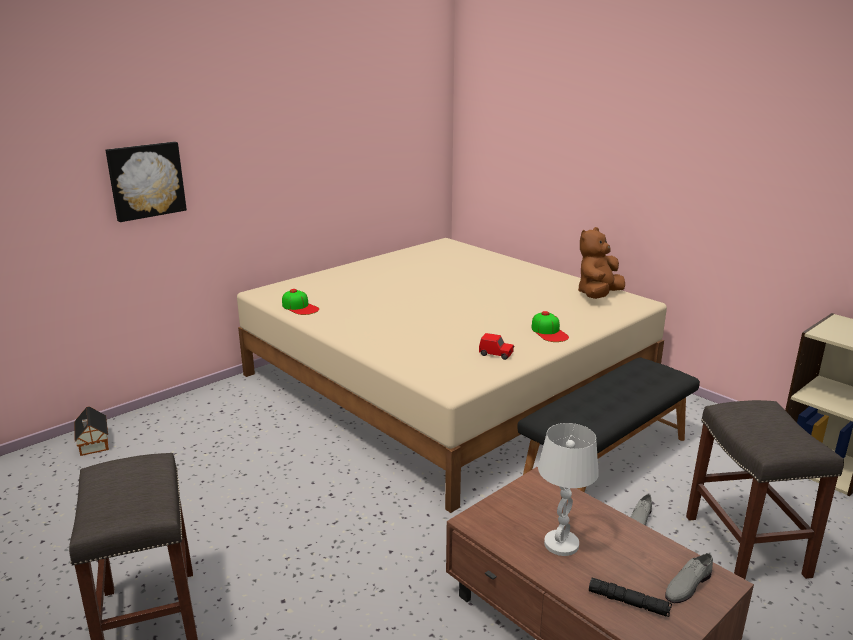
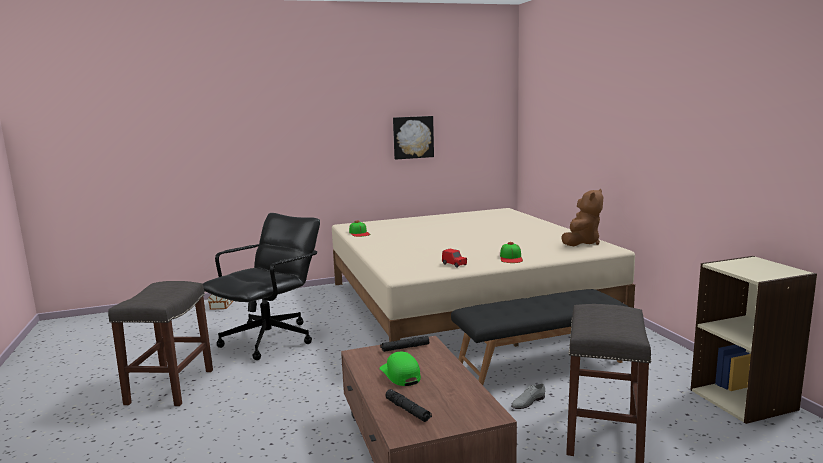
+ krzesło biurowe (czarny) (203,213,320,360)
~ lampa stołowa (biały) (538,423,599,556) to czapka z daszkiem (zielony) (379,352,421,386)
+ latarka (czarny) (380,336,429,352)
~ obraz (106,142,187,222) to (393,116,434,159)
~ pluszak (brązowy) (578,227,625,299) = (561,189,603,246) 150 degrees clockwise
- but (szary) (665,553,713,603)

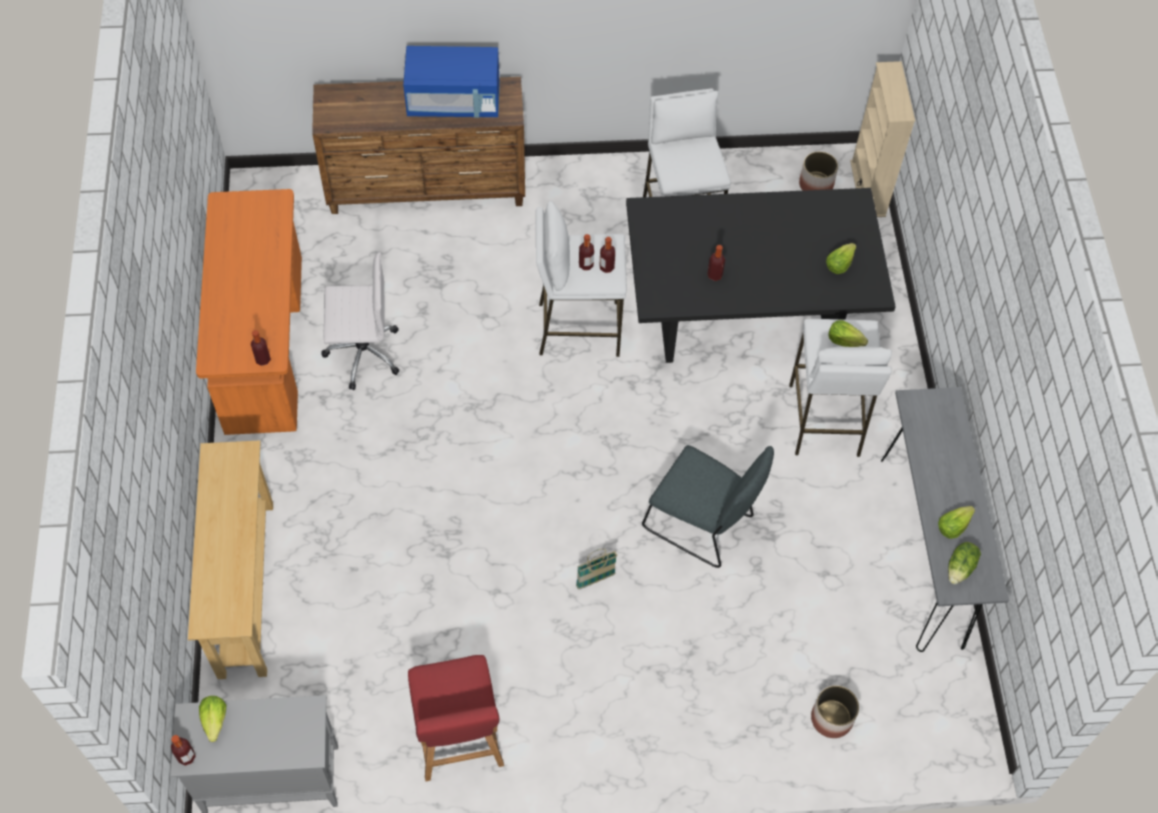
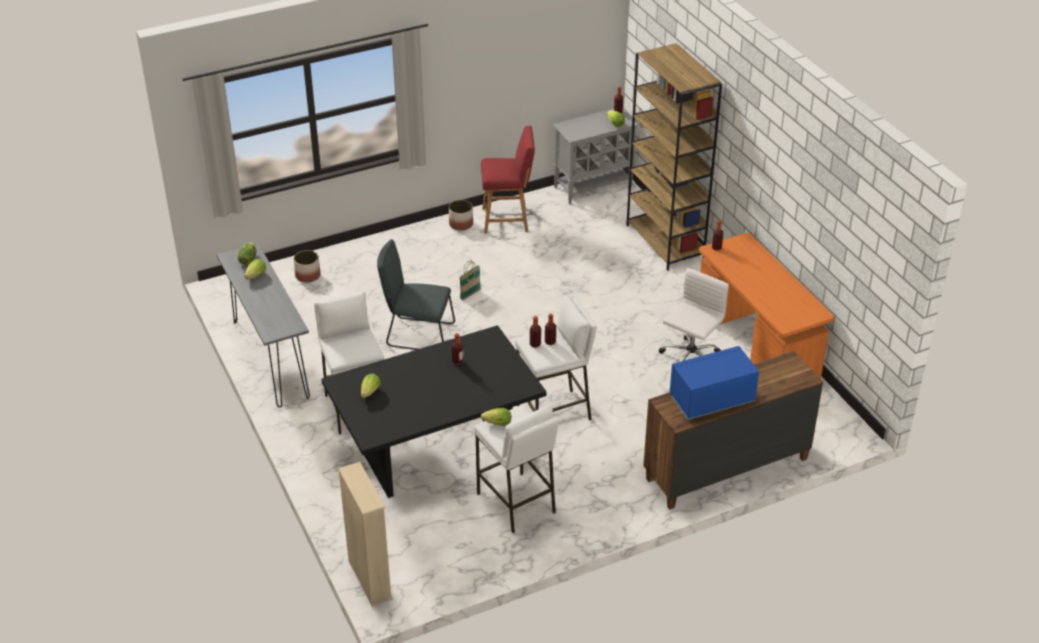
~ donica (799,151,838,191) to (449,200,473,231)
~ krzesło (czerwony) (408,655,504,781) = (481,126,535,234) 120 degrees clockwise
~ sałata (828,320,868,347) to (481,408,511,426)
~ stolik konsolowy (beżowy) (188,440,273,679) to regał (brązowy) (626,43,722,270)
~ krzesło biurowe (biały) (322,252,399,390) = (659,268,729,362) 150 degrees clockwise

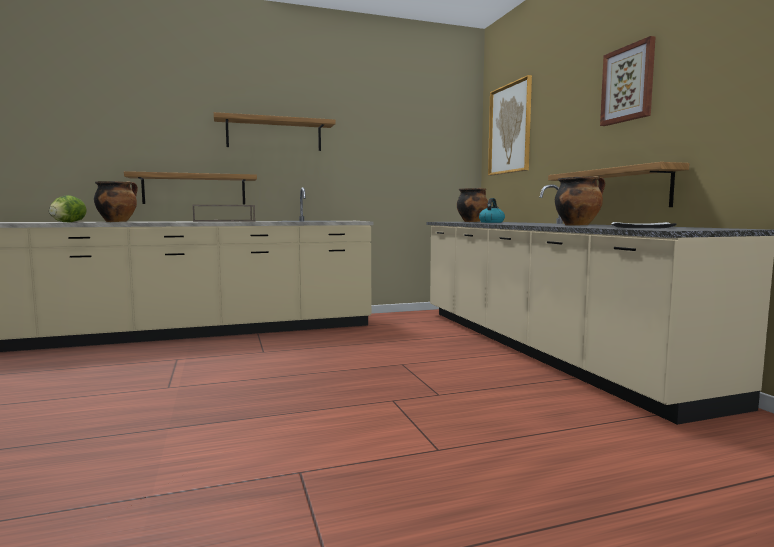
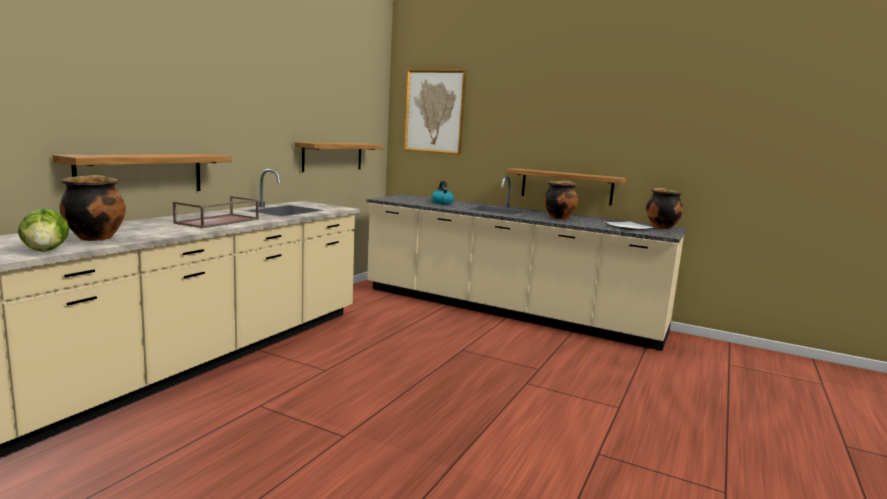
~ półka (214,112,336,151) to (294,142,384,172)
~ garnek (457,188,488,222) to (646,188,684,229)
- obraz (600,36,655,126)

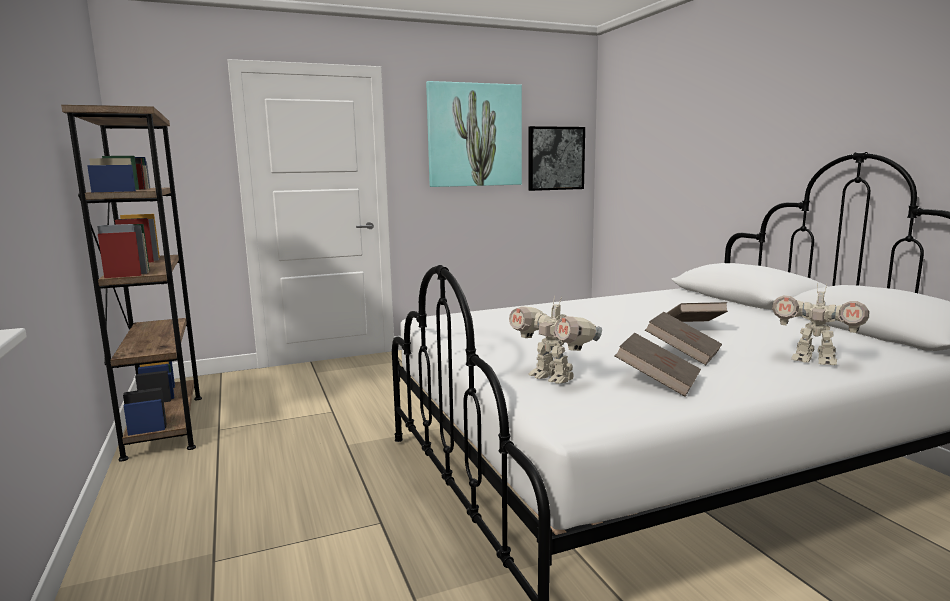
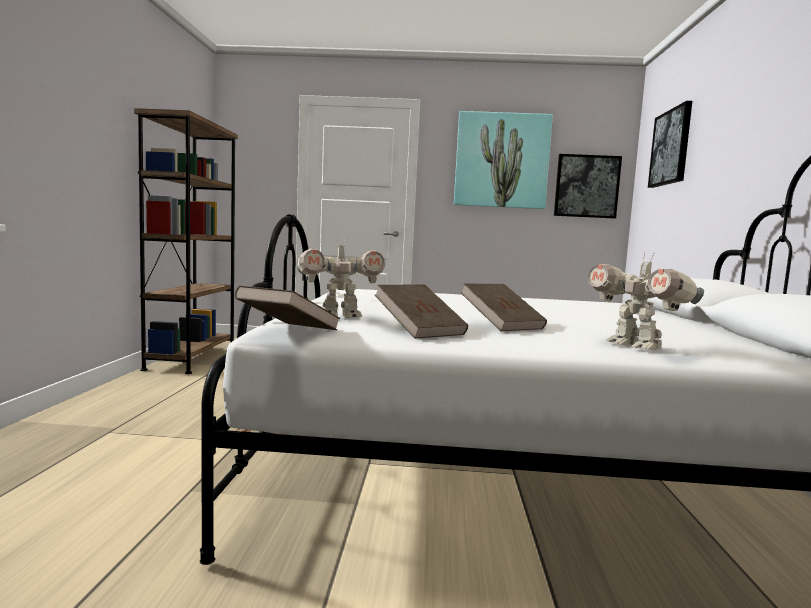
~ książka (brązowy) (667,302,728,322) to (235,285,340,330)
~ robot zabawkowy (509,296,602,384) = (297,237,385,318) 90 degrees counterclockwise
+ obraz (648,101,692,188)

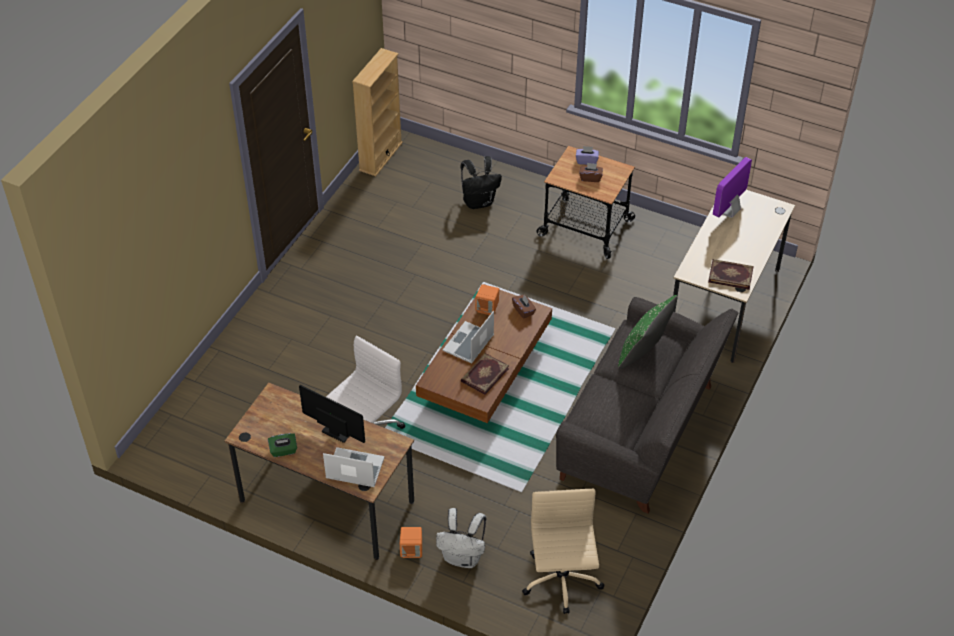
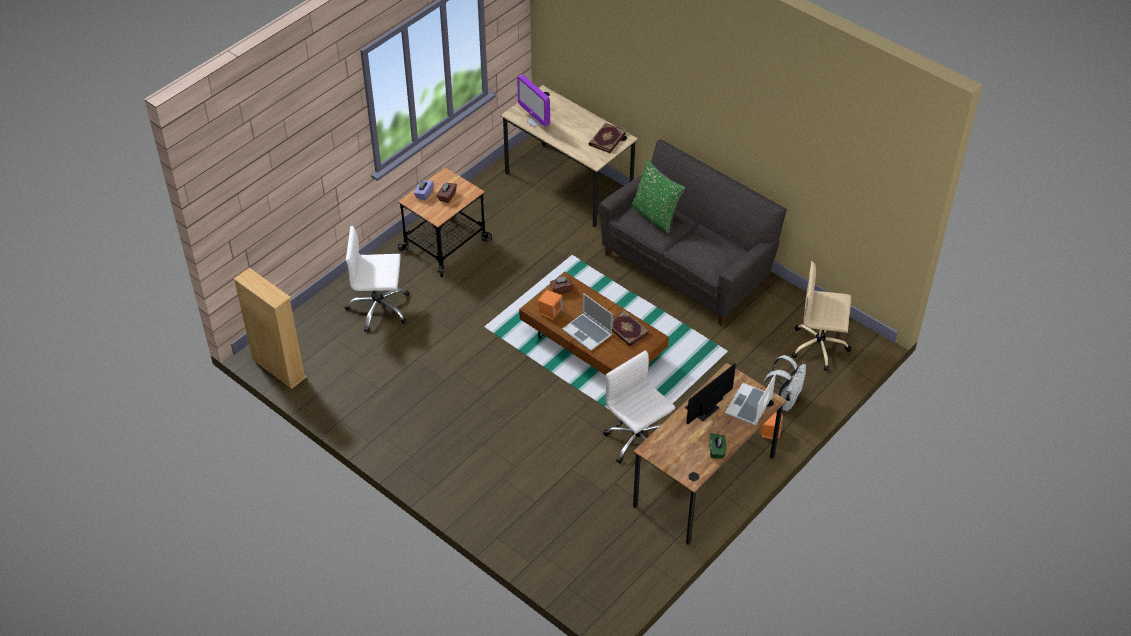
~ plecak (czarny) (460,156,502,209) to krzesło biurowe (biały) (345,226,409,332)

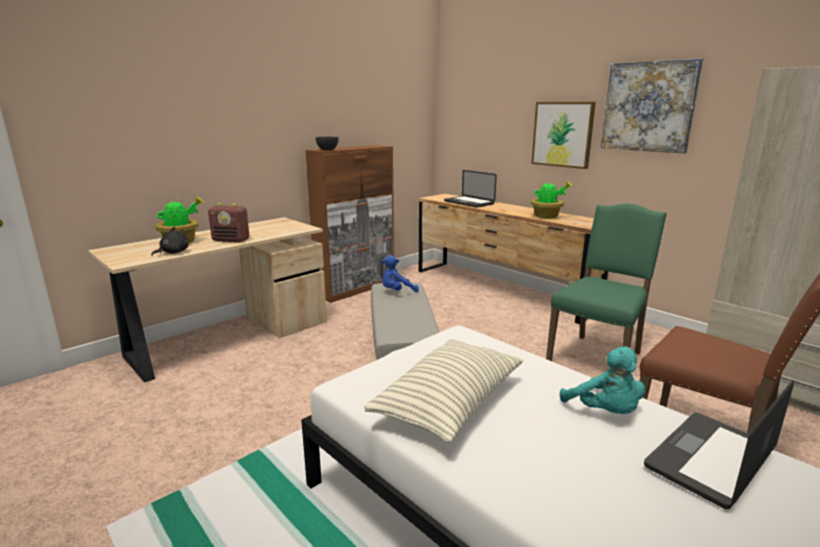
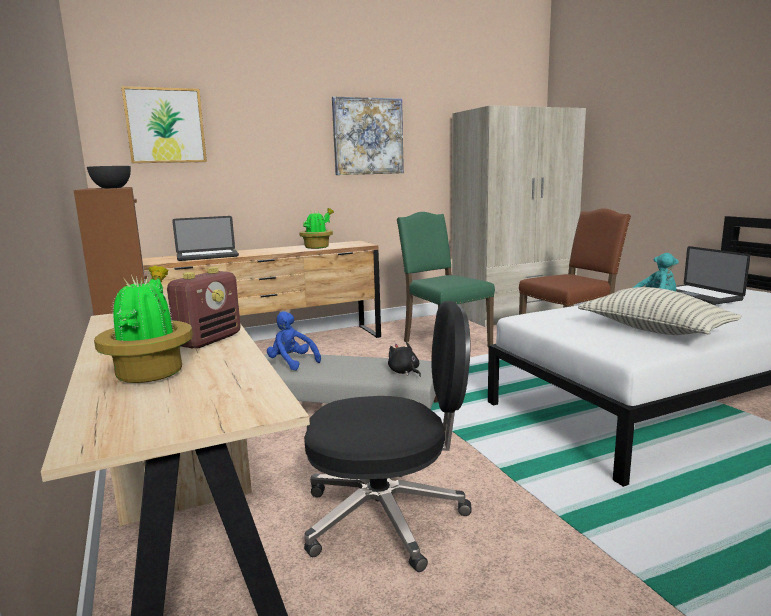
~ obraz (531,102,596,169) to (121,86,207,163)
~ pluszak (niebieski) (382,255,419,292) = (267,311,321,370) 135 degrees clockwise
+ krzesło biurowe (czarny) (304,301,472,572)
~ pluszak (czarny) (151,227,189,256) to (388,342,421,377)

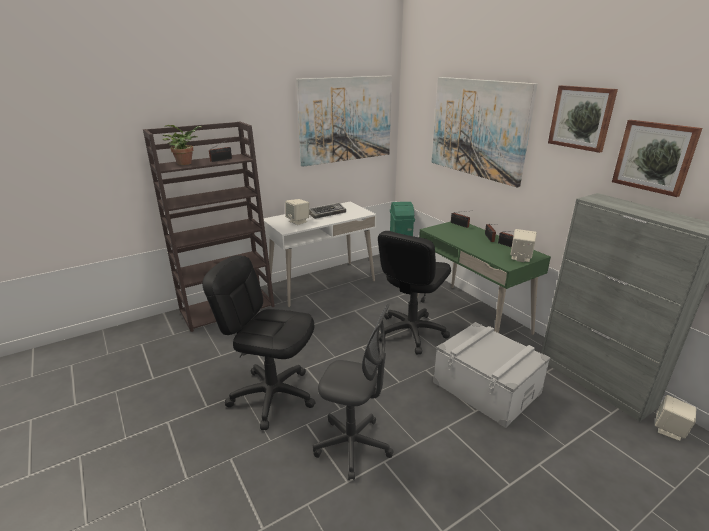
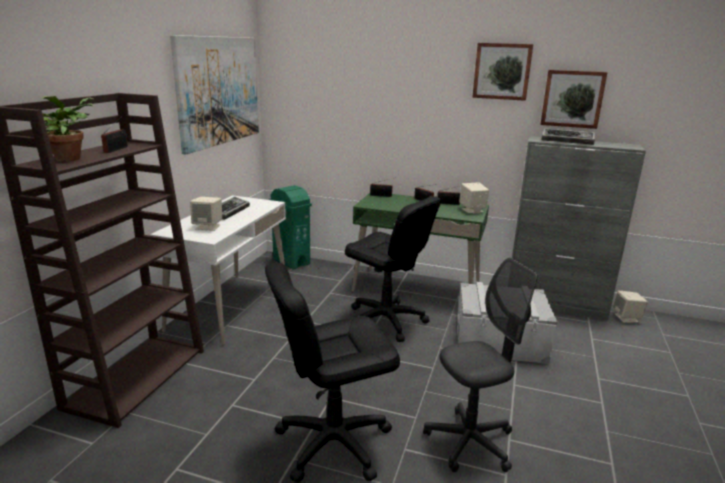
~ krzesło biurowe (czarny) (378,231,451,354) = (345,196,441,342) 45 degrees counterclockwise
+ klawiatura (541,128,595,145)
- obraz (431,77,537,188)

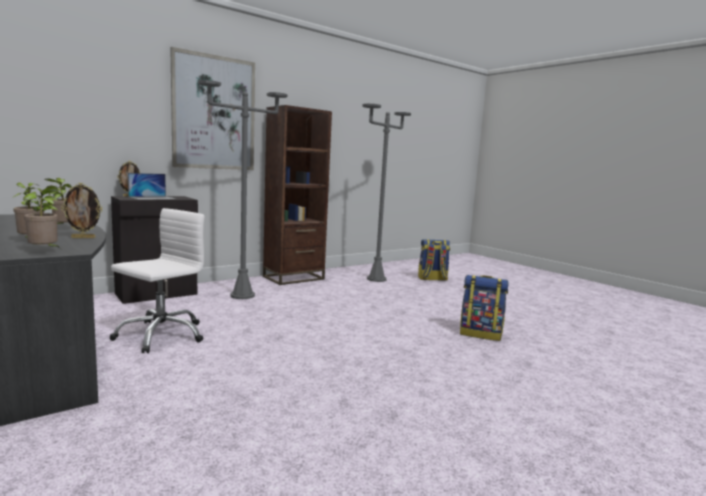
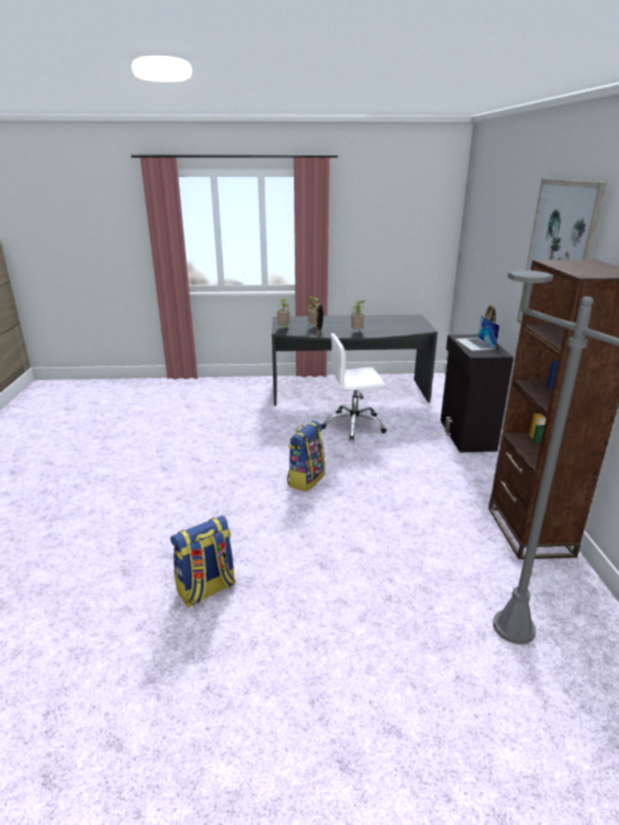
~ plecak (418,239,450,281) to (287,421,325,492)
~ krzesło biurowe (biały) (110,208,205,353) = (321,333,387,441) 105 degrees clockwise
- lampa stojąca (szary) (198,80,288,299)

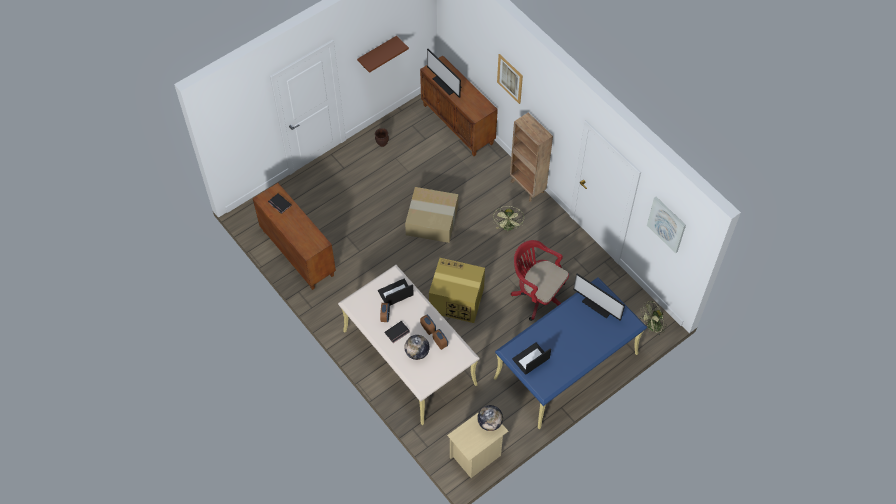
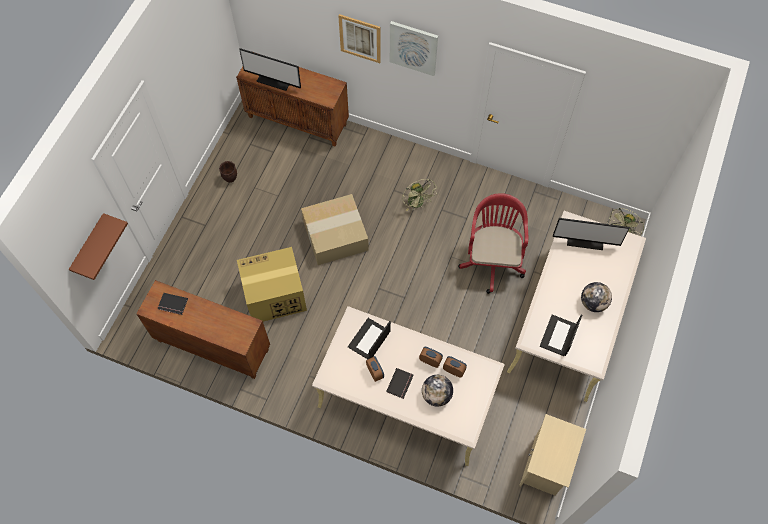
~ półka (brązowy) (357,36,409,73) to (69,213,128,280)
~ karton (429,258,485,323) to (237,247,307,322)
~ obraz (647,197,686,253) to (390,21,438,76)
~ krzesło biurowe (czerwony) (511,240,569,321) = (458,193,528,294) 90 degrees clockwise
~ biurko (niebieski) (494,277,647,429) to biurko (beżowy) (507,211,646,402)
~ globus (477,405,503,431) to (581,282,612,312)
- regał (brązowy) (510,112,553,202)

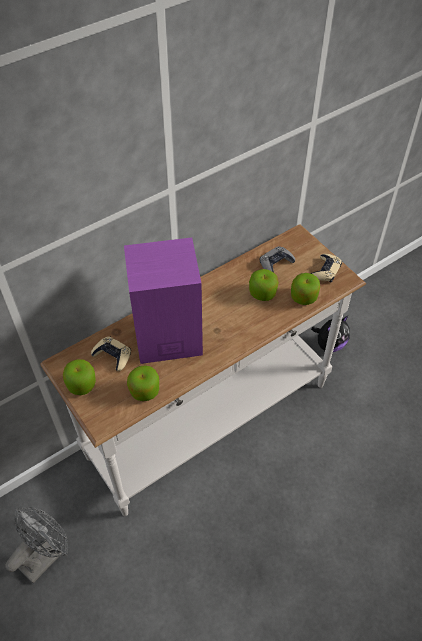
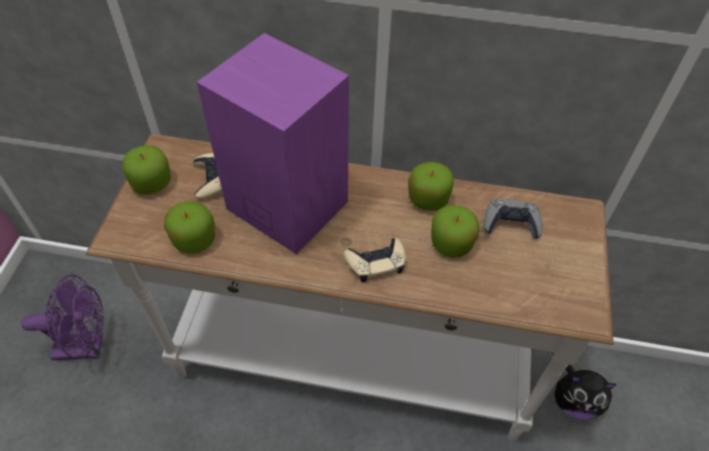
~ wentylator (szary) (5,507,68,583) to wentylator (fioletowy) (21,274,104,360)
~ pad do gier (beżowy) (310,254,342,283) to (344,238,406,282)
~ jabłko (291,273,320,305) to (408,162,454,211)

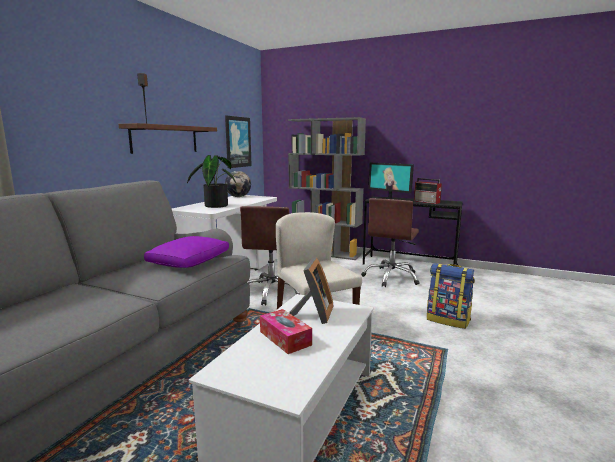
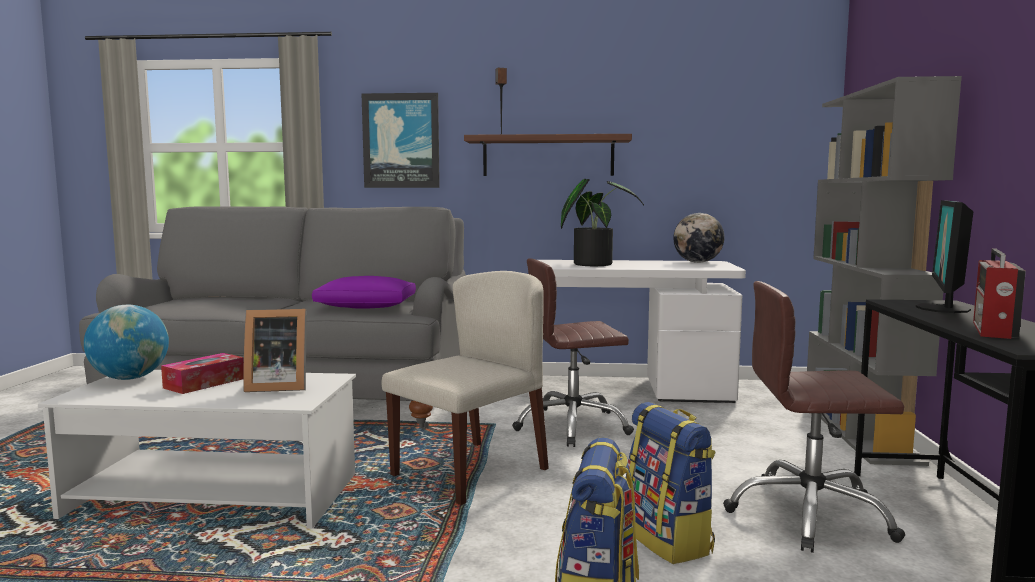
+ globus (84,305,169,380)
~ obraz (225,116,252,168) to (362,93,440,188)
+ plecak (626,402,716,564)

